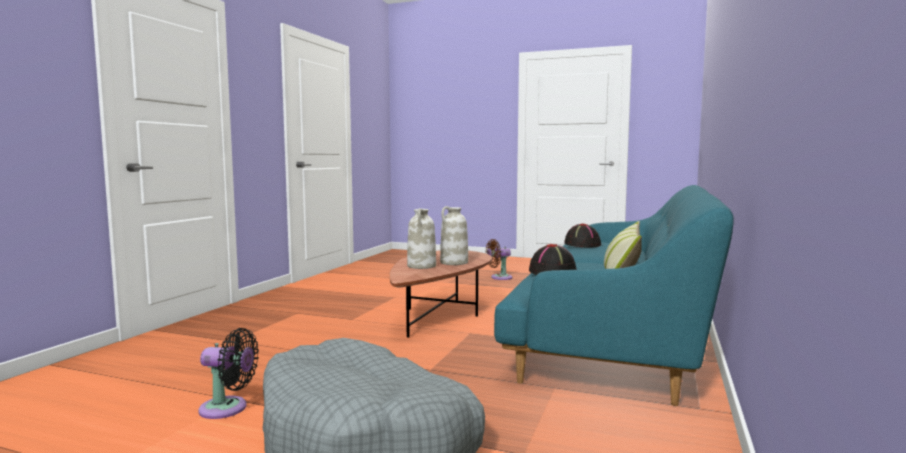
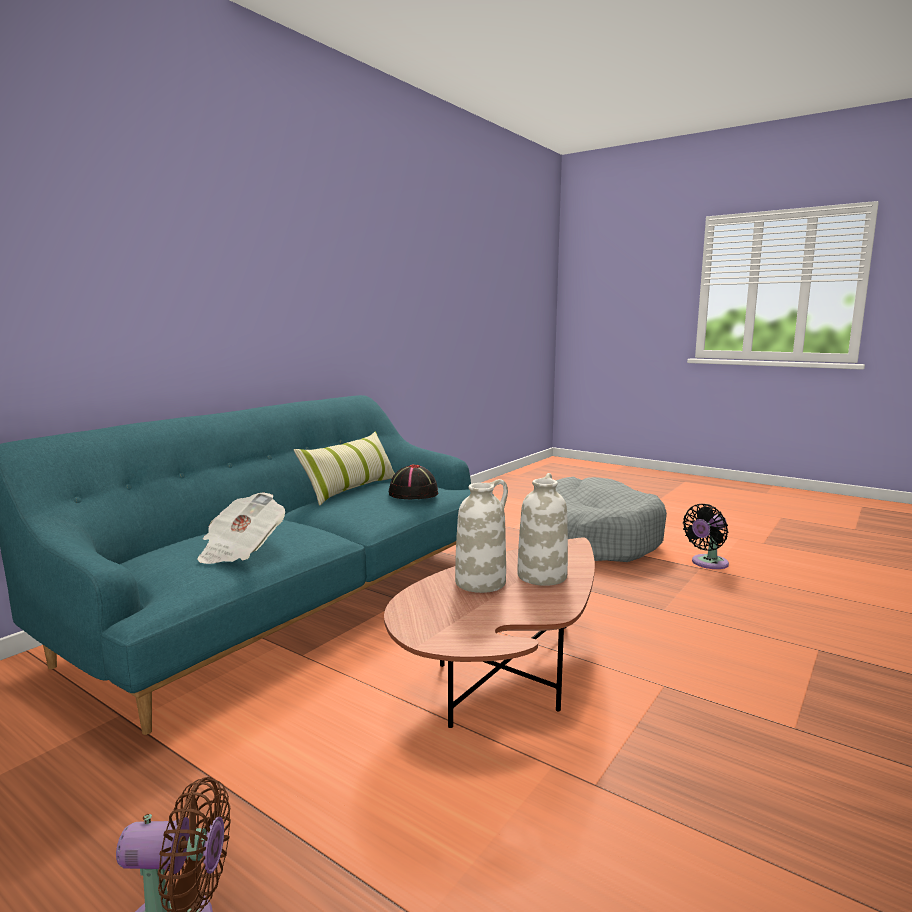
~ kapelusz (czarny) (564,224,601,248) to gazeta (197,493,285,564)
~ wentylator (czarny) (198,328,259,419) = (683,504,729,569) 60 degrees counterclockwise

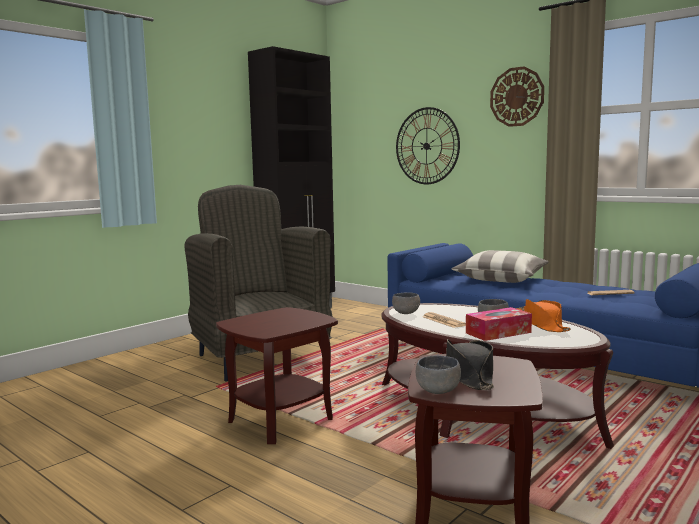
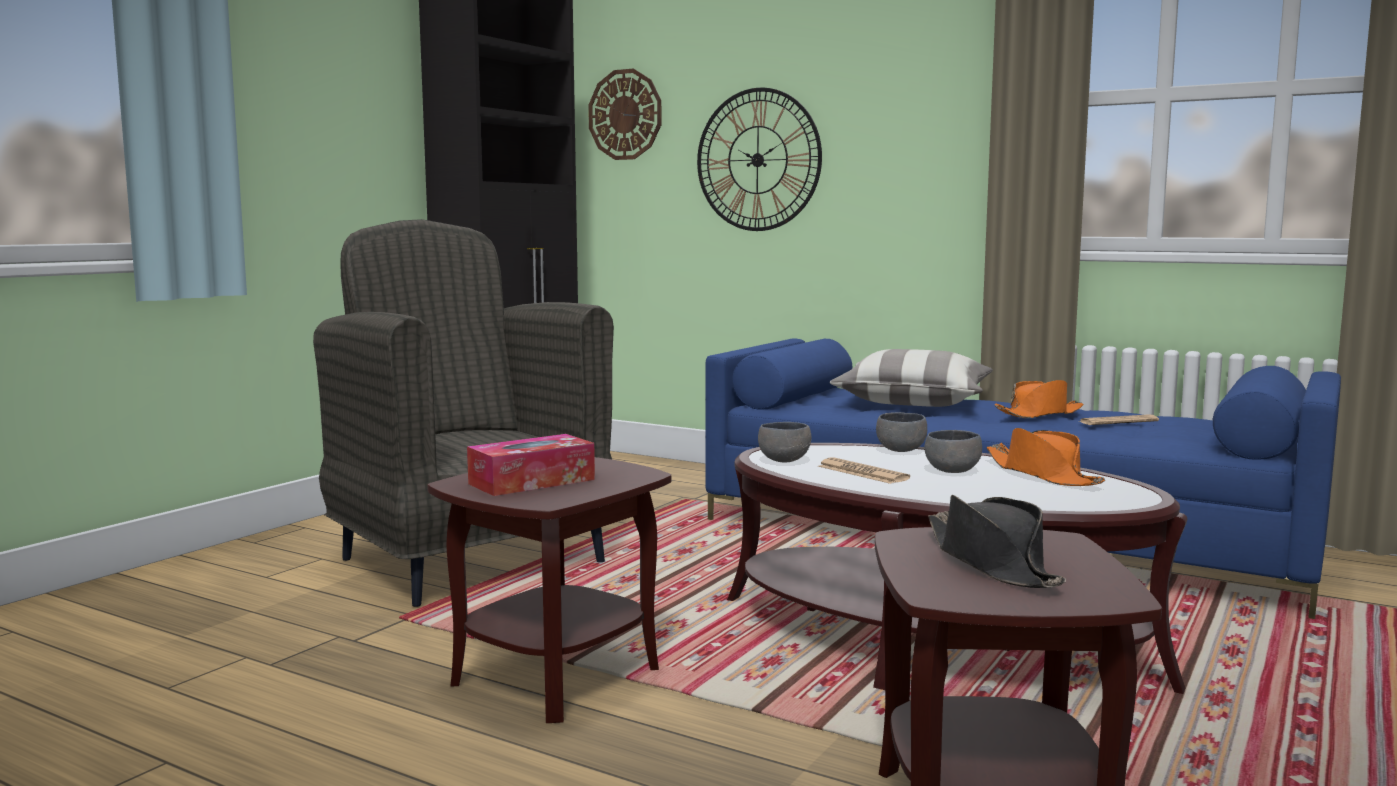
~ pudełko chusteczek (466,307,532,341) to (467,434,595,496)
~ zegar ścienny (490,66,544,127) to (588,69,661,160)
~ miska (szary) (416,355,461,394) to (876,412,927,452)
+ kapelusz (pomarańczowy) (994,380,1083,418)

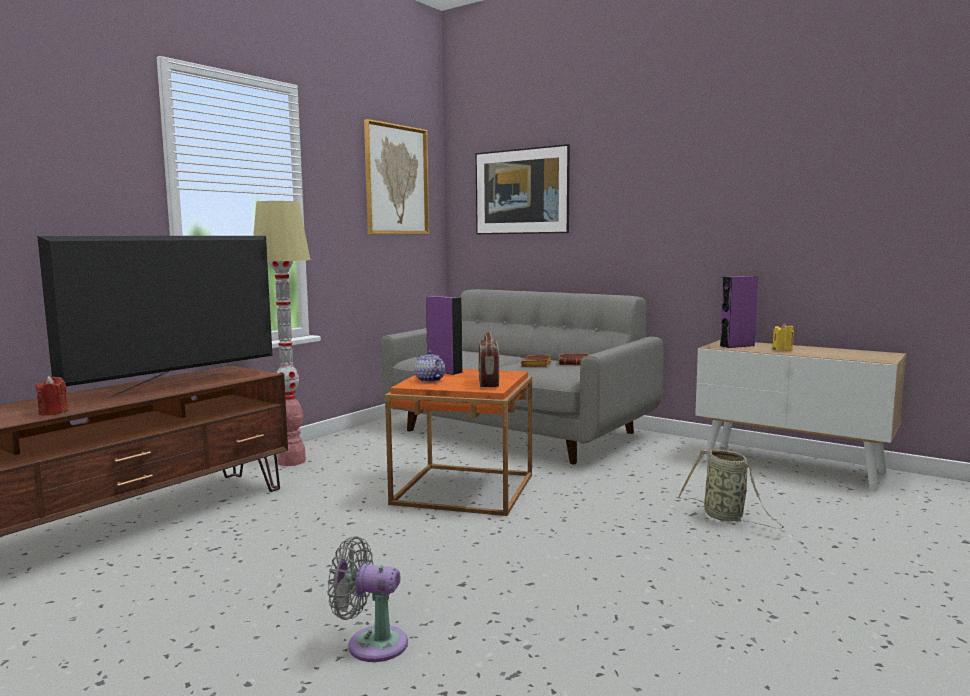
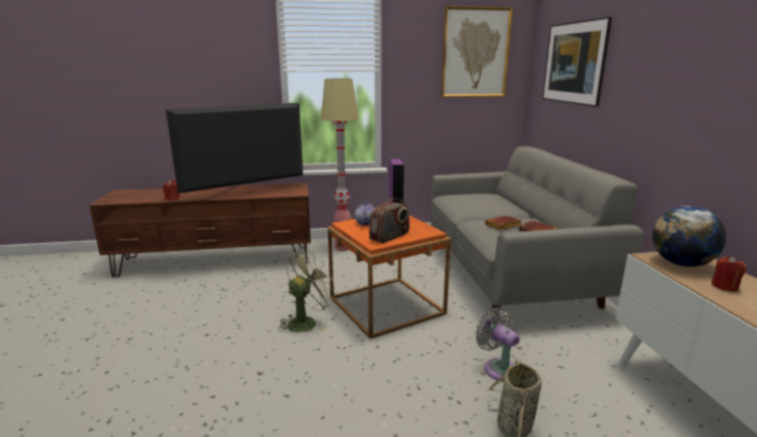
~ telewizor (37,236,273,399) = (166,103,303,199) 150 degrees clockwise
+ wentylator (zielony) (278,250,336,332)
~ wentylator (szary) (327,537,408,662) to (475,307,520,382)
~ głośnik (fioletowy) (720,276,758,348) to globus (652,206,726,267)
~ świeca (żółty) (772,323,794,351) to świeca (czerwony) (711,257,746,292)

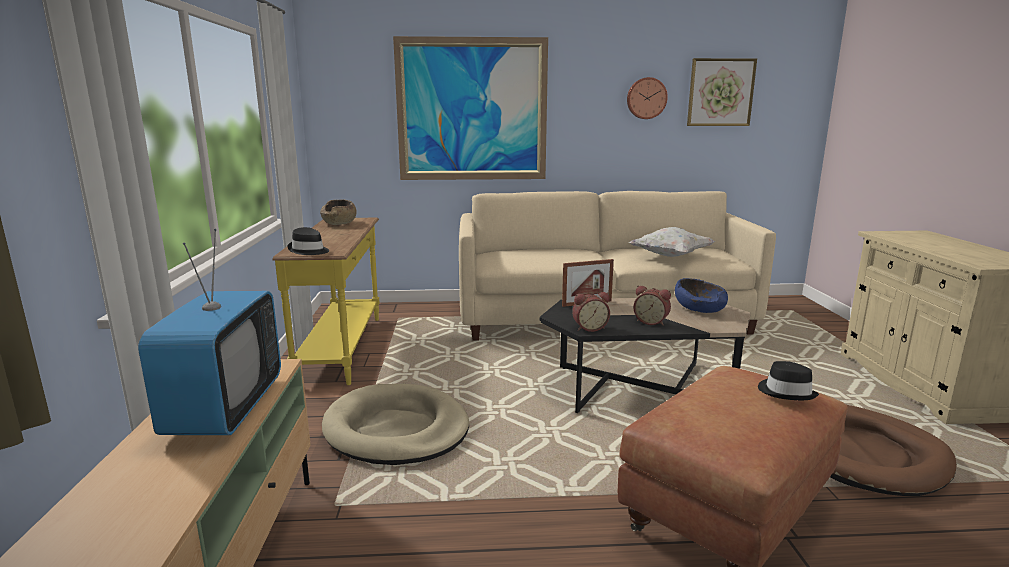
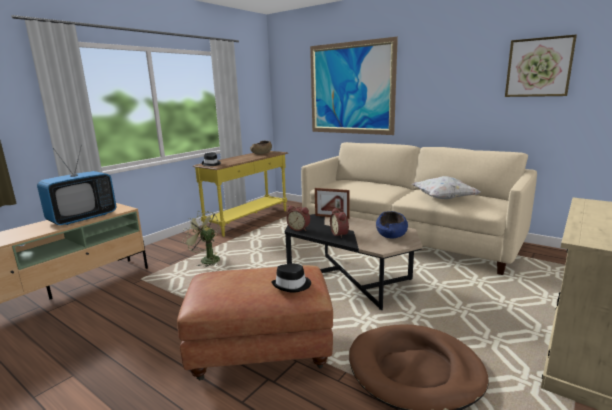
~ legowisko (beżowy) (322,384,469,465) to wentylator (zielony) (182,211,220,267)
- zegar ścienny (627,77,668,119)

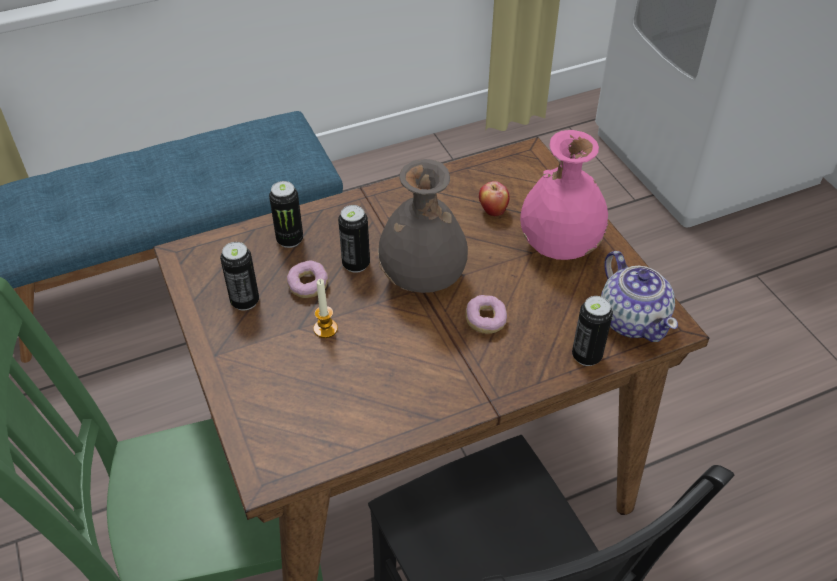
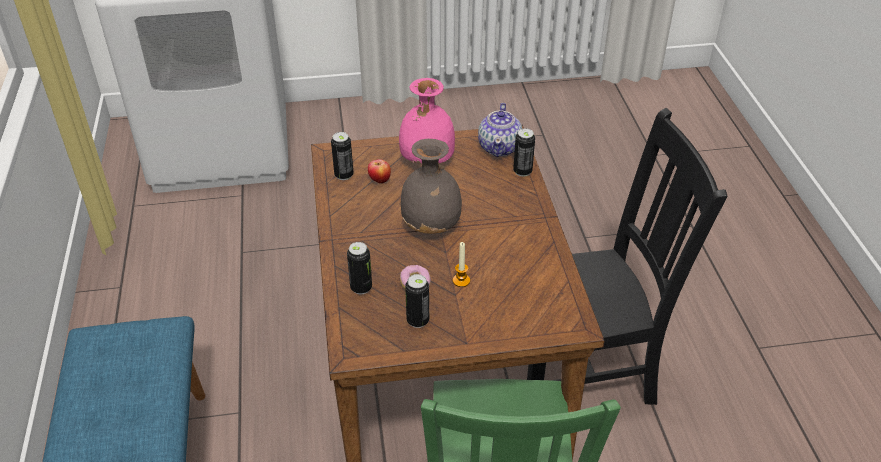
~ puszka (338,205,370,273) to (331,132,354,180)
~ imbryk (601,251,678,342) = (478,103,522,157) 105 degrees clockwise
- donut (465,295,507,334)

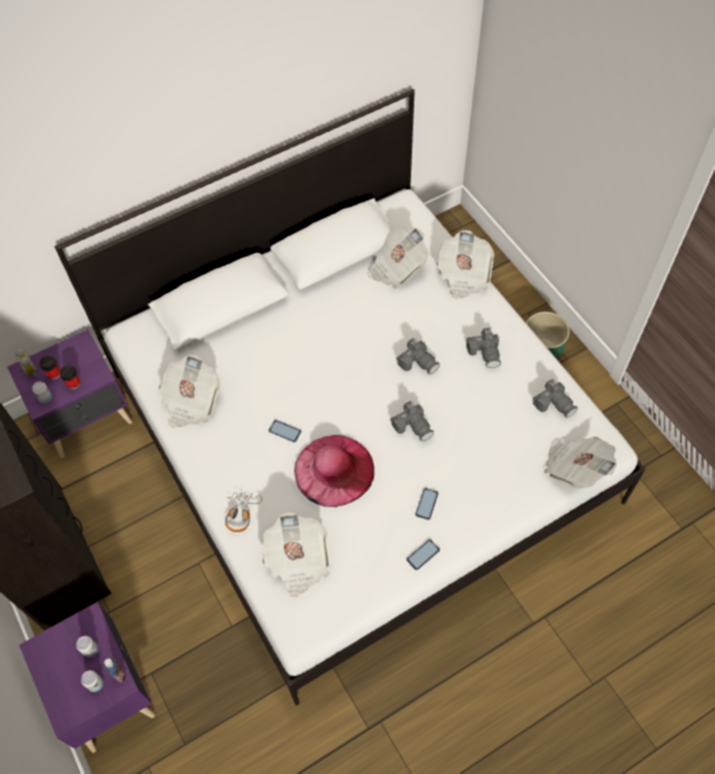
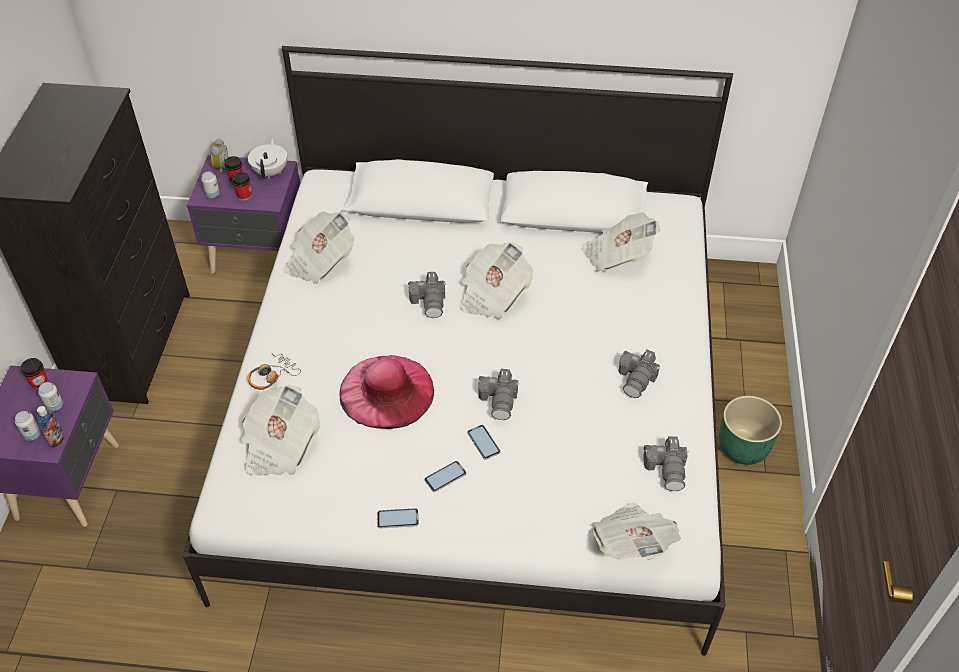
+ filiżanka (21,358,48,390)
+ imbryk (biały) (248,137,287,178)
~ aparat fotograficzny (397,338,440,374) to (408,272,446,318)
~ gazeta (437,230,495,299) to (460,242,533,319)
~ telefon (269,420,301,442) to (467,425,501,460)

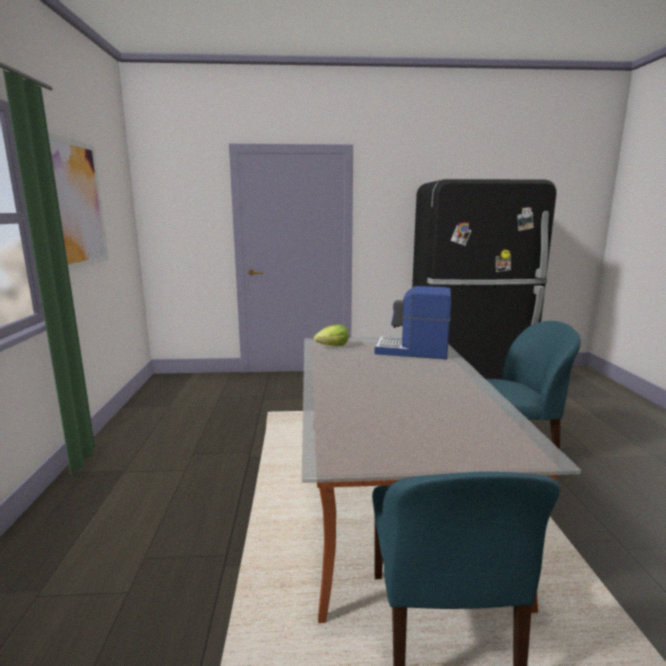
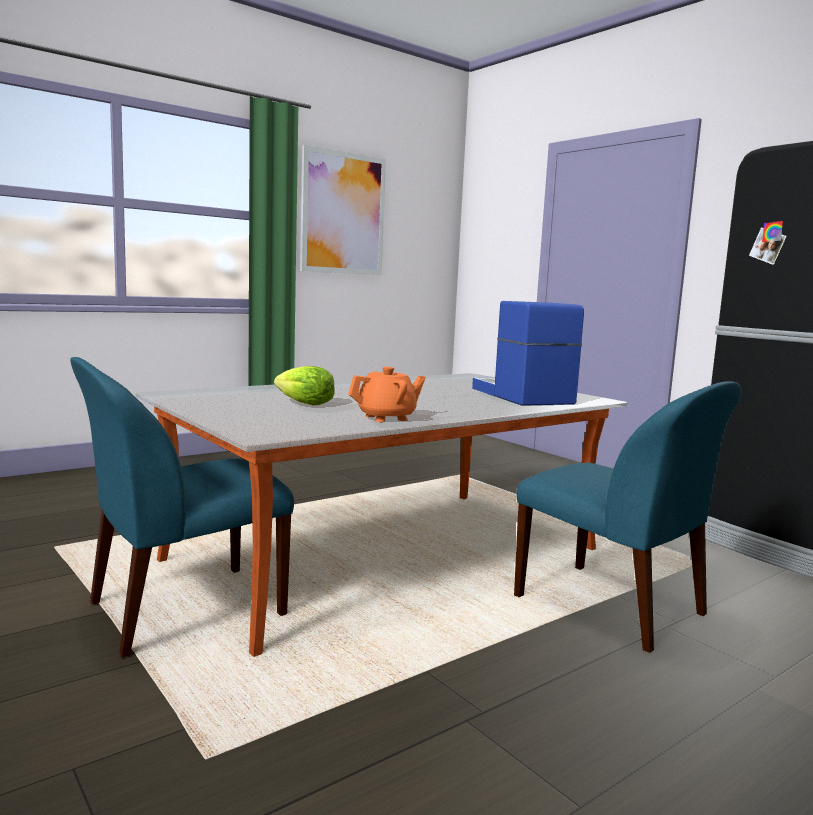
~ sałata (314,325,349,346) to (274,366,335,405)
+ imbryk (pomarańczowy) (348,367,426,422)

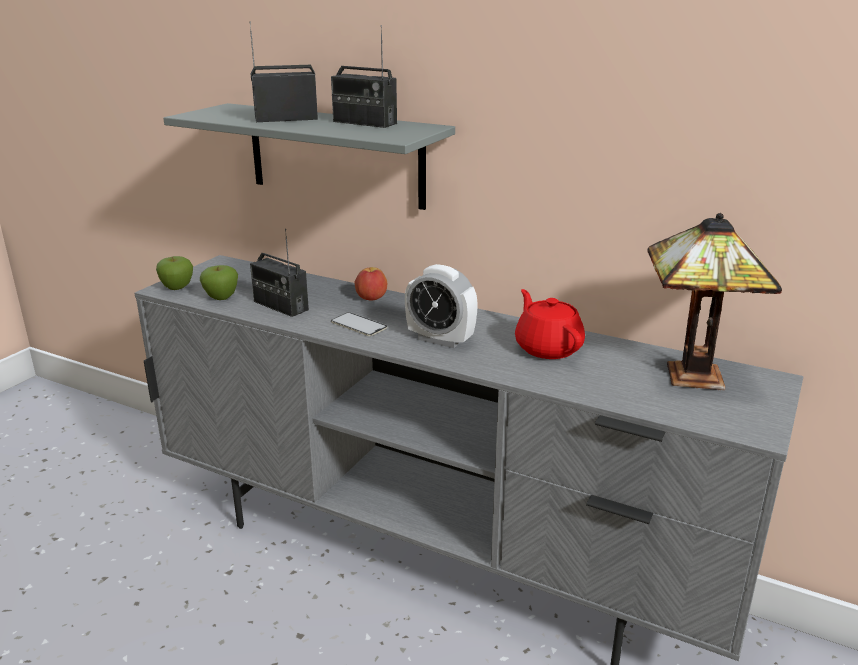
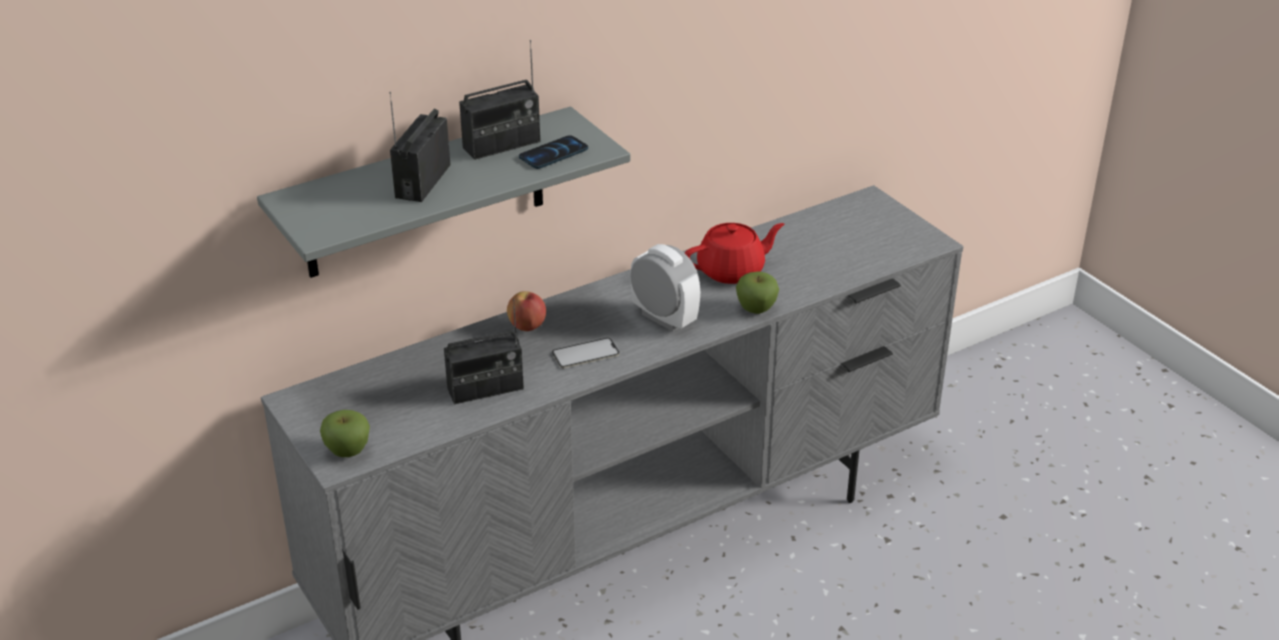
+ telefon (519,135,588,169)
~ budzik (405,264,478,348) = (630,244,700,332) 105 degrees counterclockwise
~ imbryk (czerwony) (515,289,585,359) = (685,223,784,284) 150 degrees clockwise
~ jabłko (200,265,238,300) to (736,271,779,314)
- lampa stołowa (647,213,782,390)

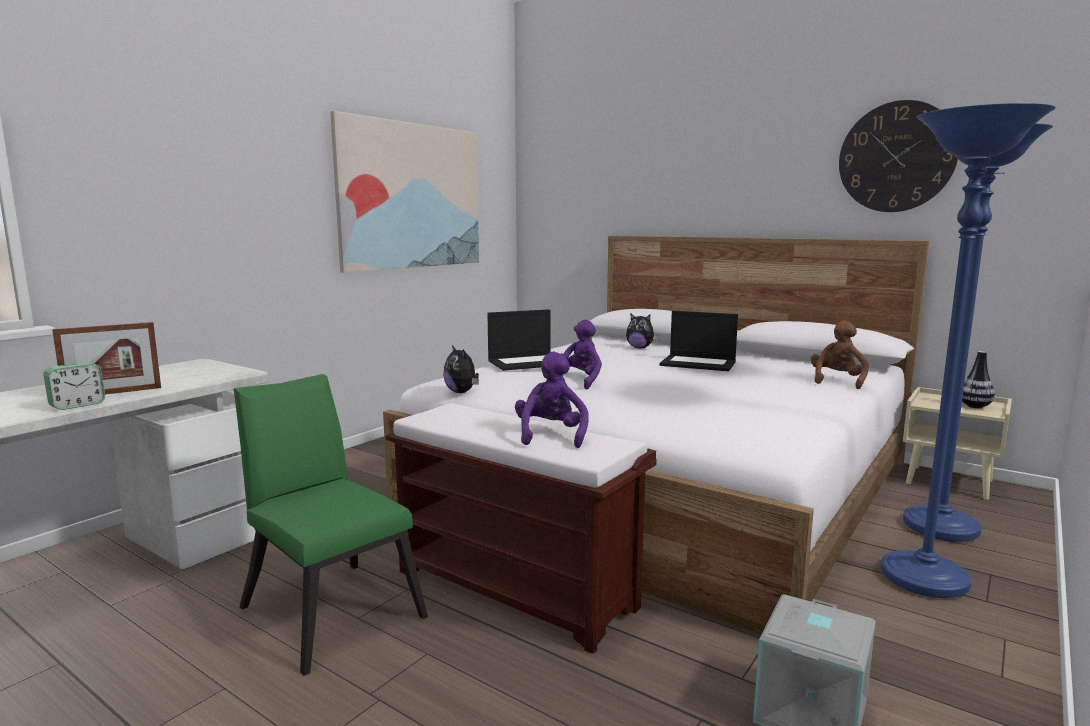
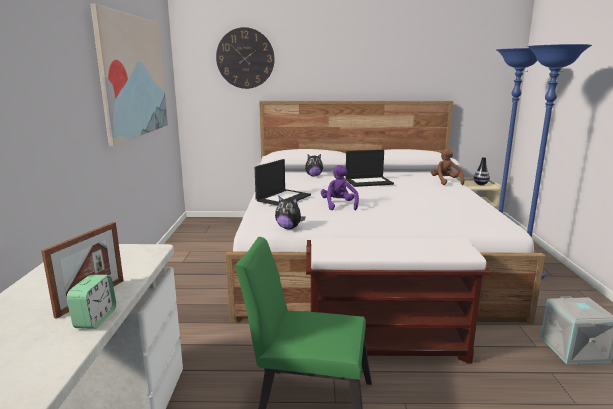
~ zegar ścienny (839,100,958,212) to (216,27,275,89)
- pluszak (fioletowy) (515,352,588,448)

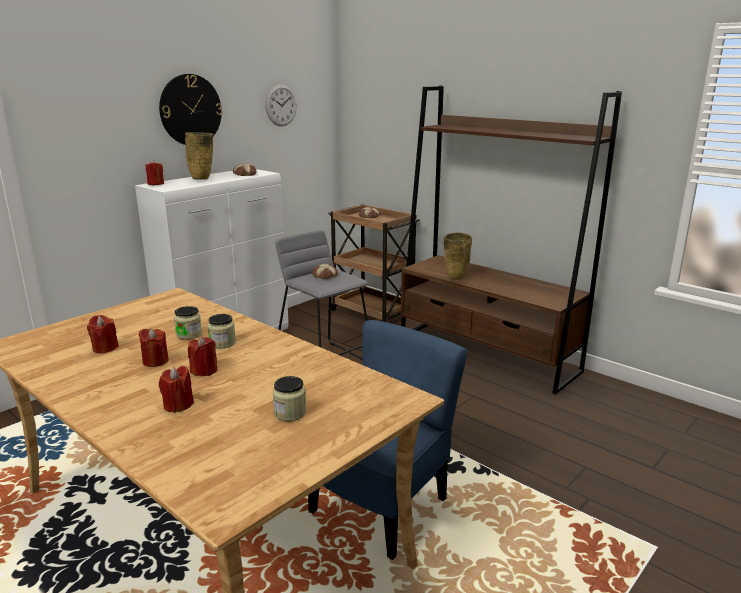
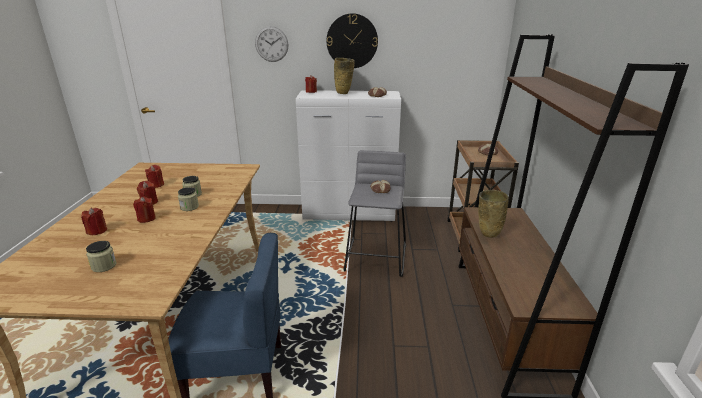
~ zegar ścienny (265,84,297,126) to (255,26,289,62)

